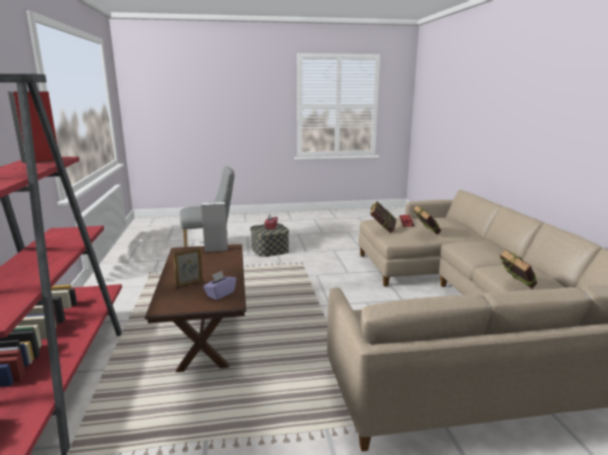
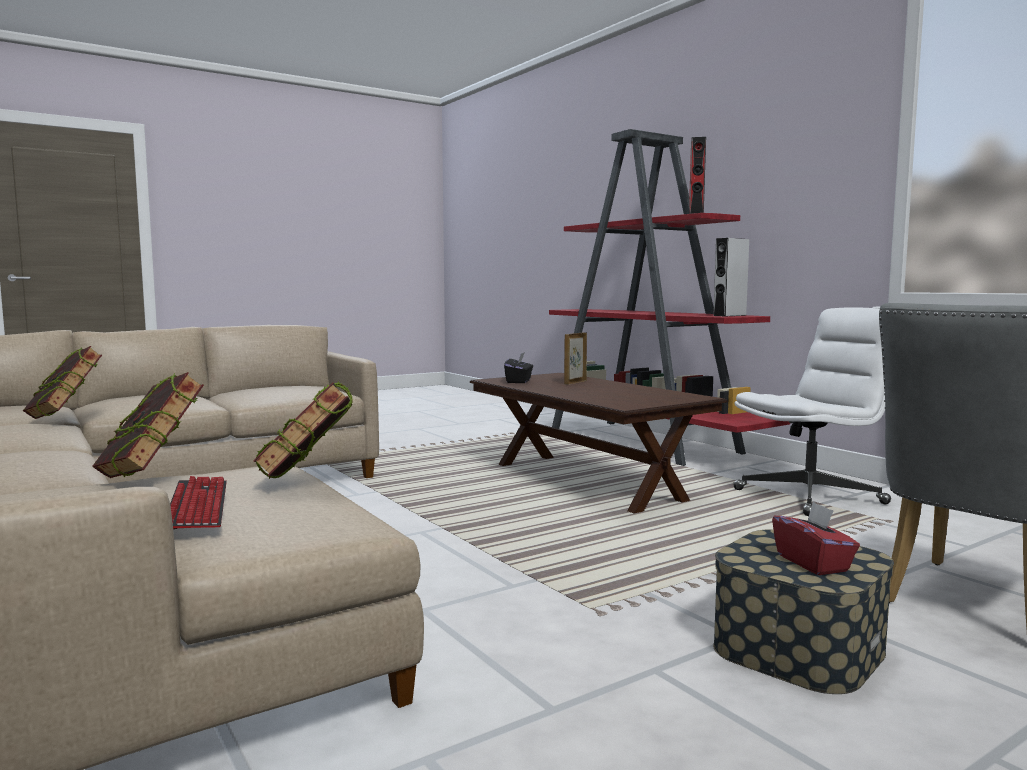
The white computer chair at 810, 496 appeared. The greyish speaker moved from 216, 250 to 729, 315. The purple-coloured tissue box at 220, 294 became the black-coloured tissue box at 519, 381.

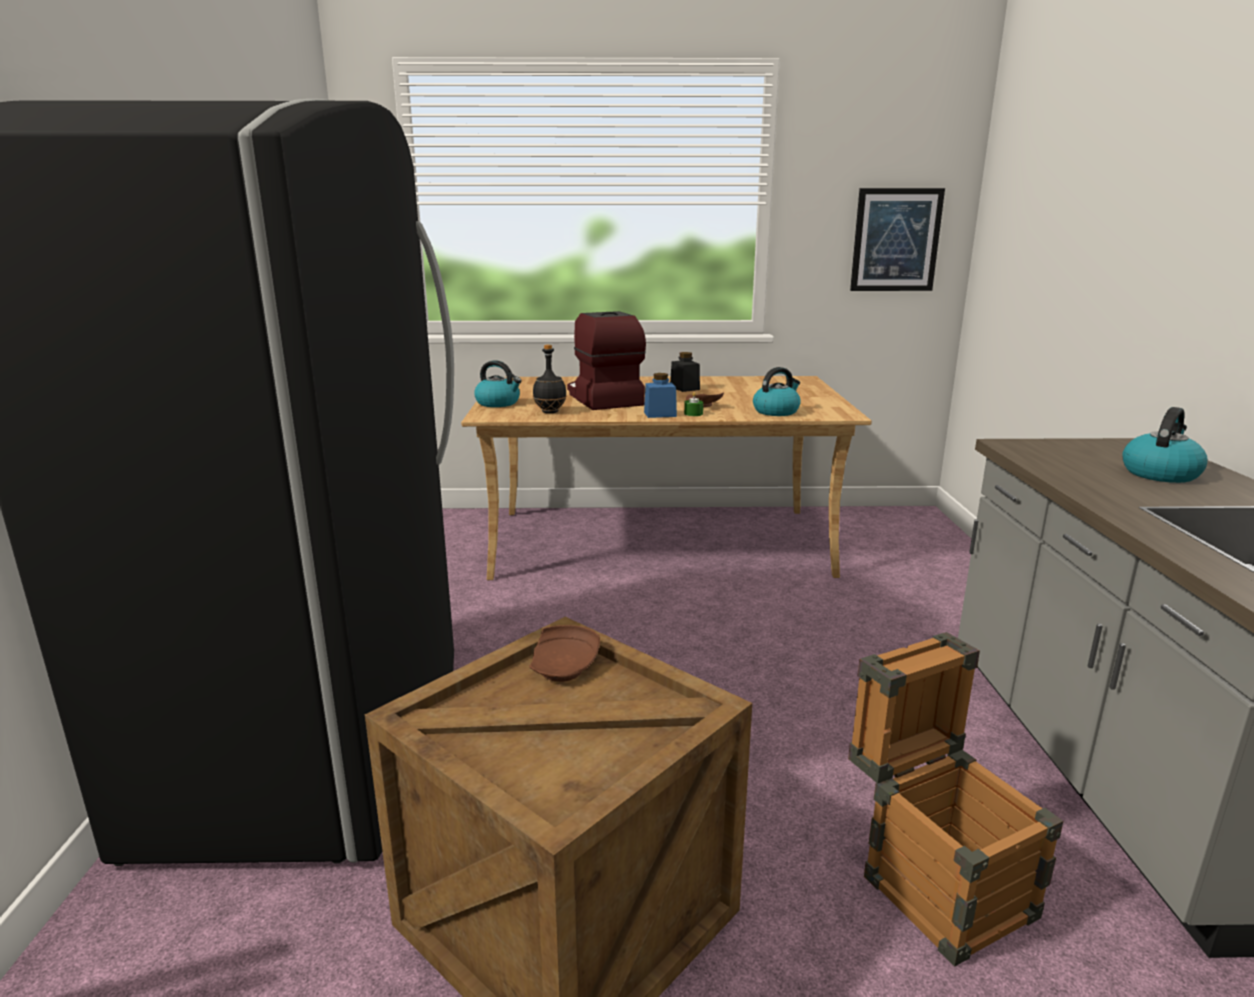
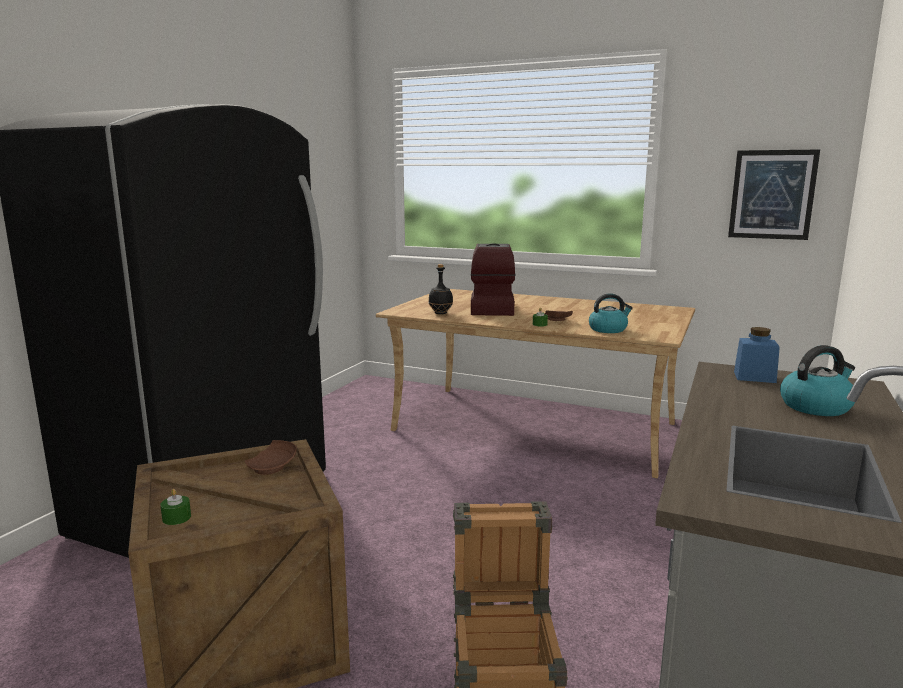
The kettle at 498, 403 disappeared. The black-coloured storage jar at 684, 388 disappeared. The green-coloured wax candle at 176, 518 appeared. The blue storage jar moved from 660, 414 to 754, 377.

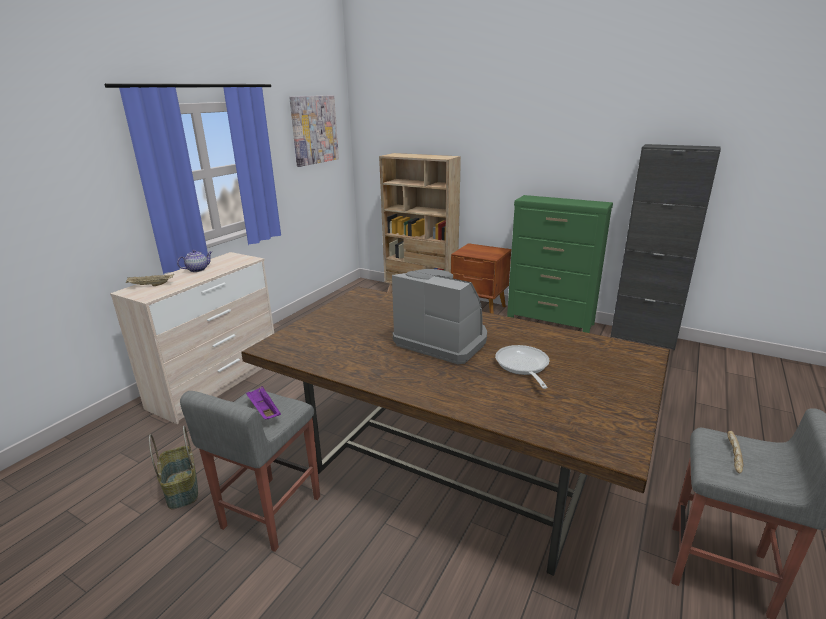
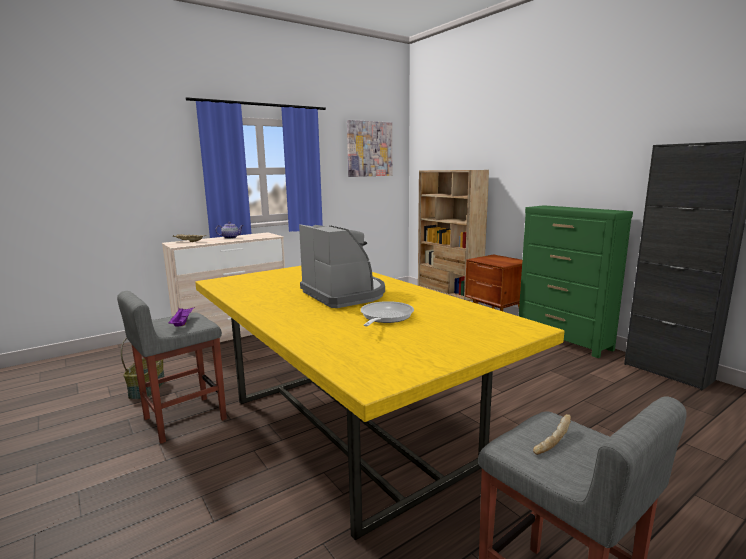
The brown-coloured dining table at 450, 468 became the yellow-coloured dining table at 346, 428.

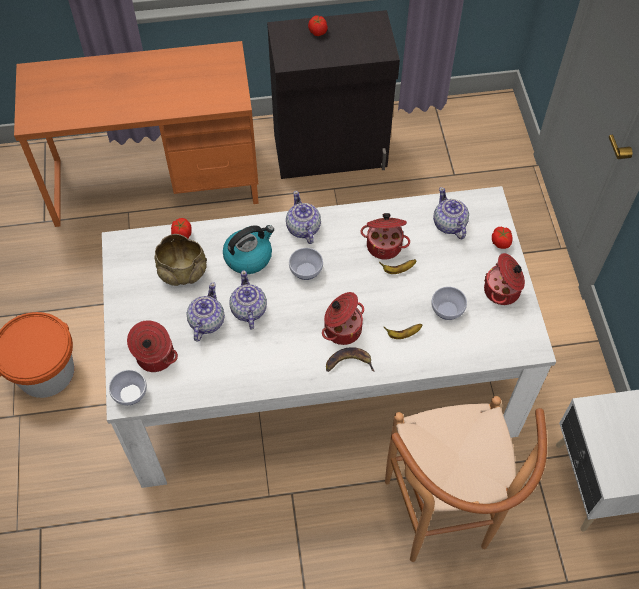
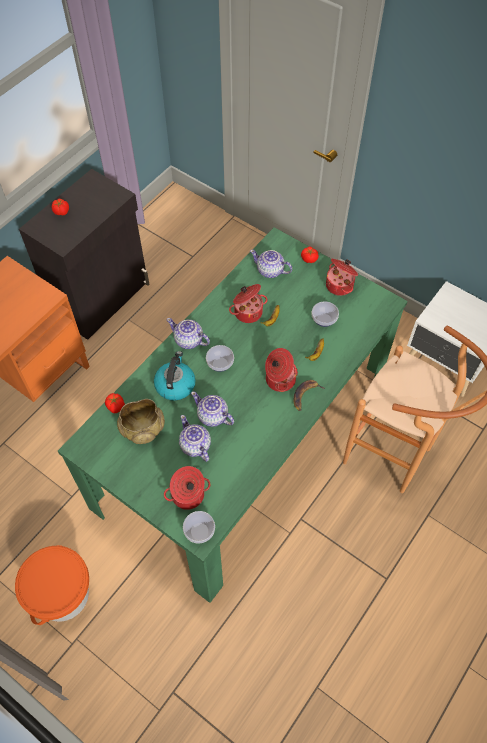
The white dining table at 319, 377 became the green-coloured dining table at 243, 438.

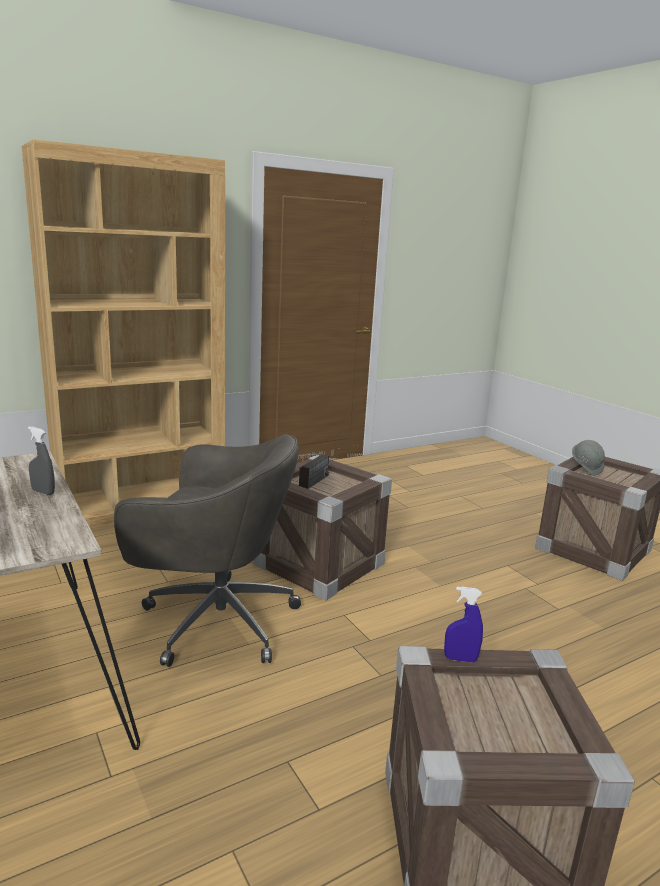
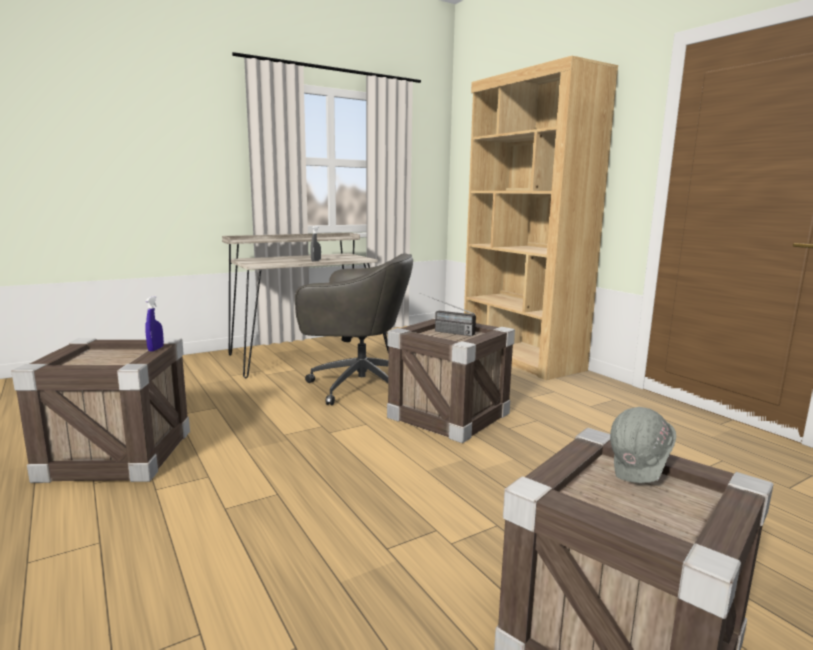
The greyish computer chair at 215, 620 turned 90 degrees counterclockwise.

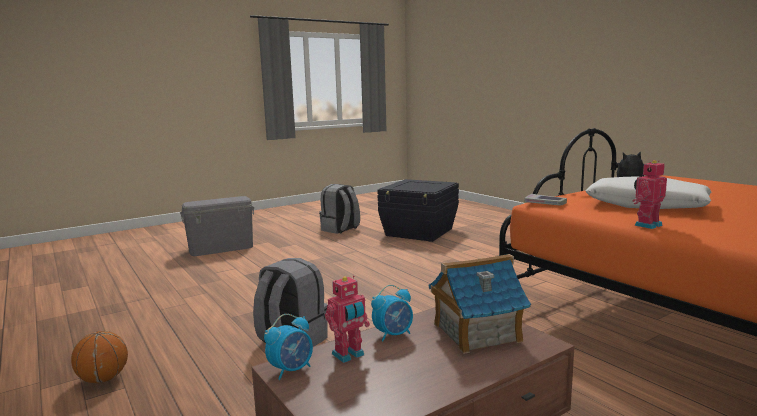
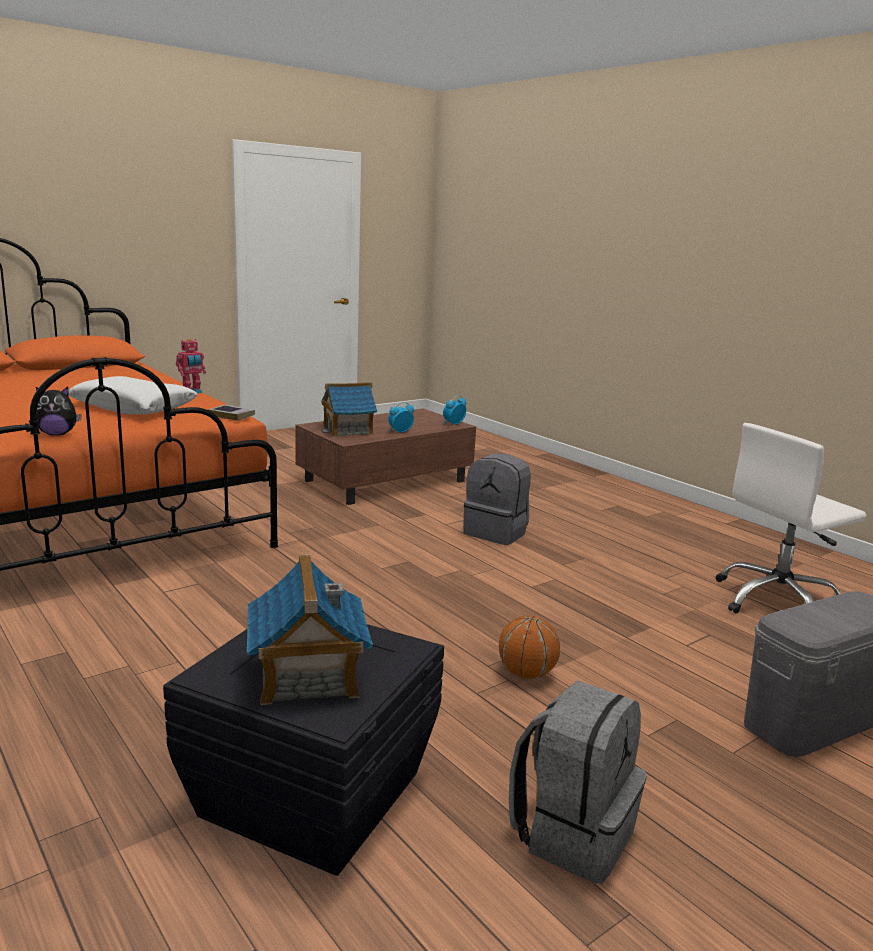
The robot figure at 349, 355 disappeared. The model house at 307, 676 appeared. The white computer chair at 777, 601 appeared. The ball for basketball moved from 103, 379 to 526, 674.

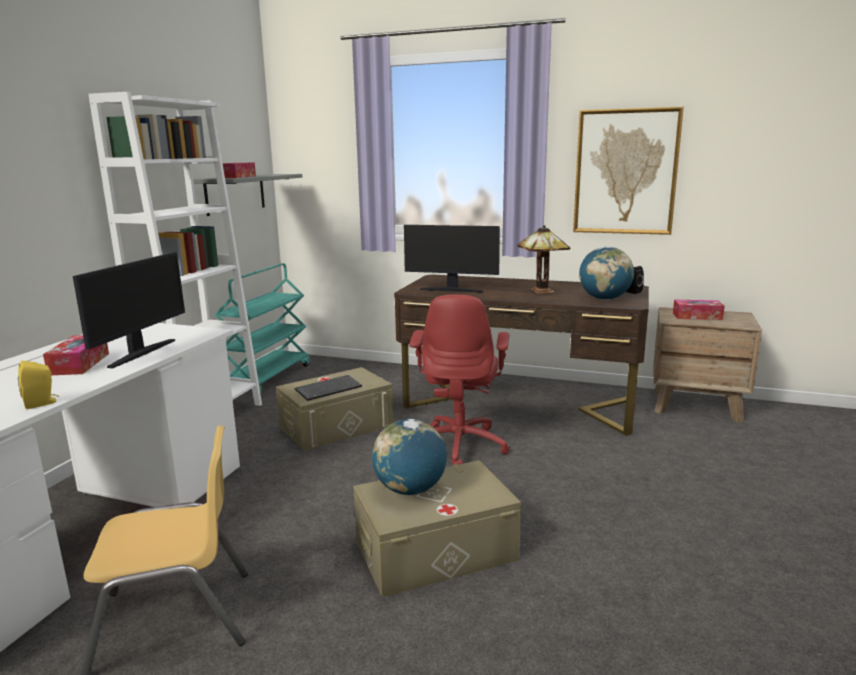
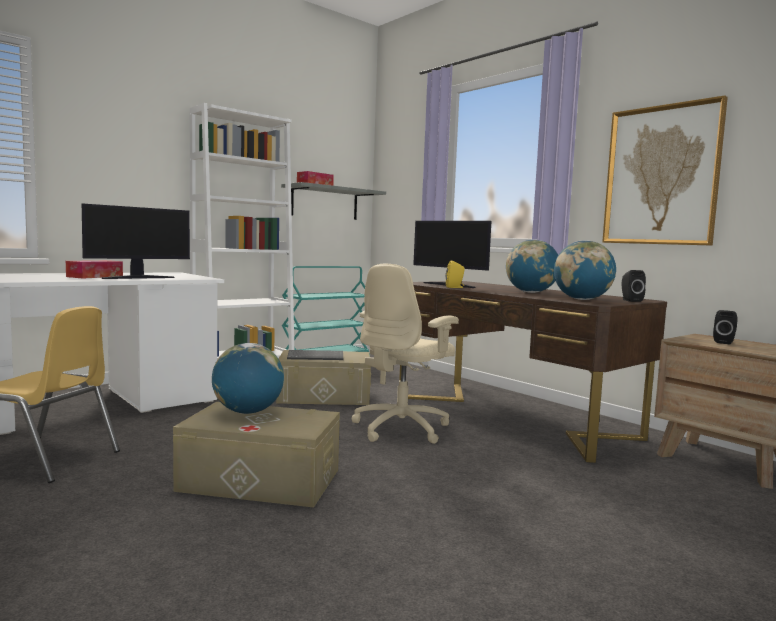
The yellow-coloured speaker moved from 41, 403 to 455, 287. The lamp for a table at 541, 291 was replaced by the globe at 531, 292. The tissue box at 697, 316 was replaced by the black-coloured speaker at 724, 342. The red computer chair at 460, 445 became the beige-coloured computer chair at 402, 428.

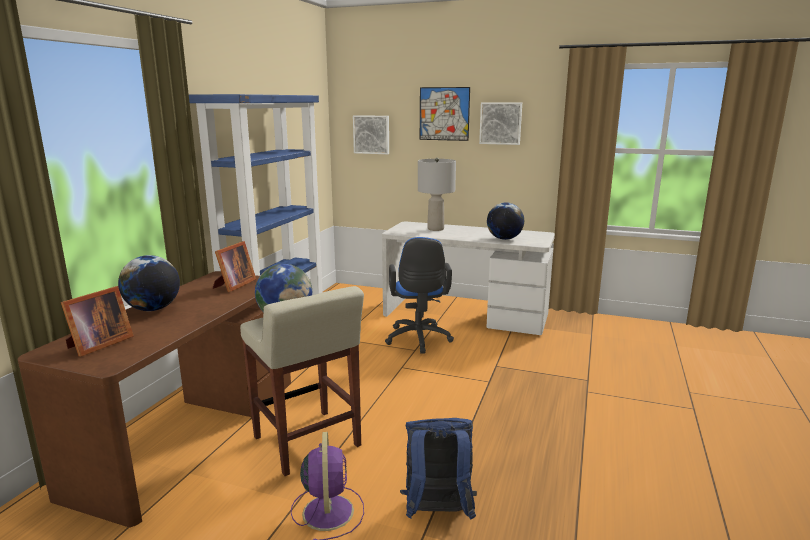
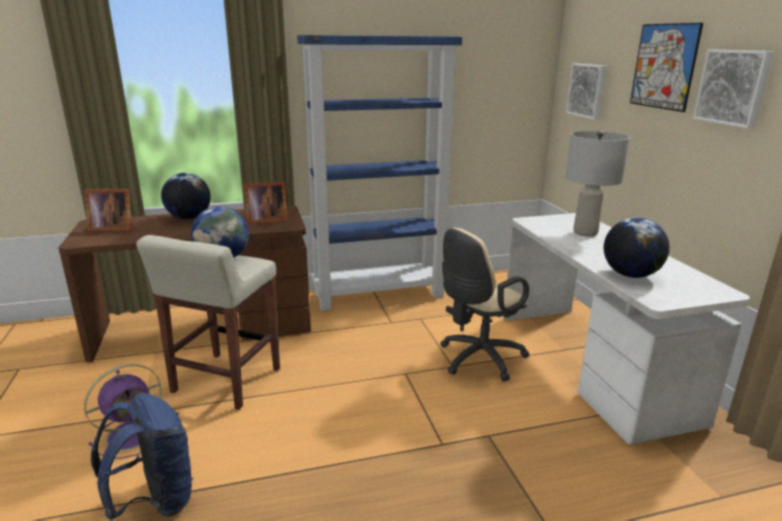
The blue computer chair at 418, 340 became the beige-coloured computer chair at 478, 359.

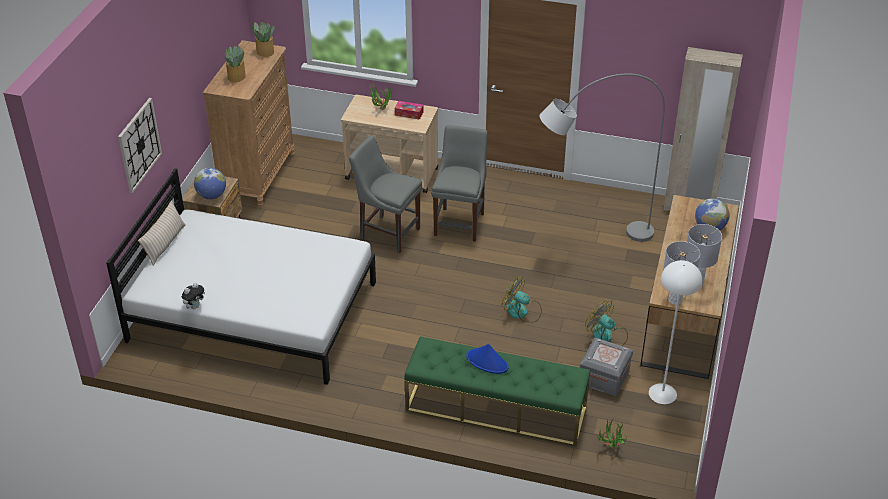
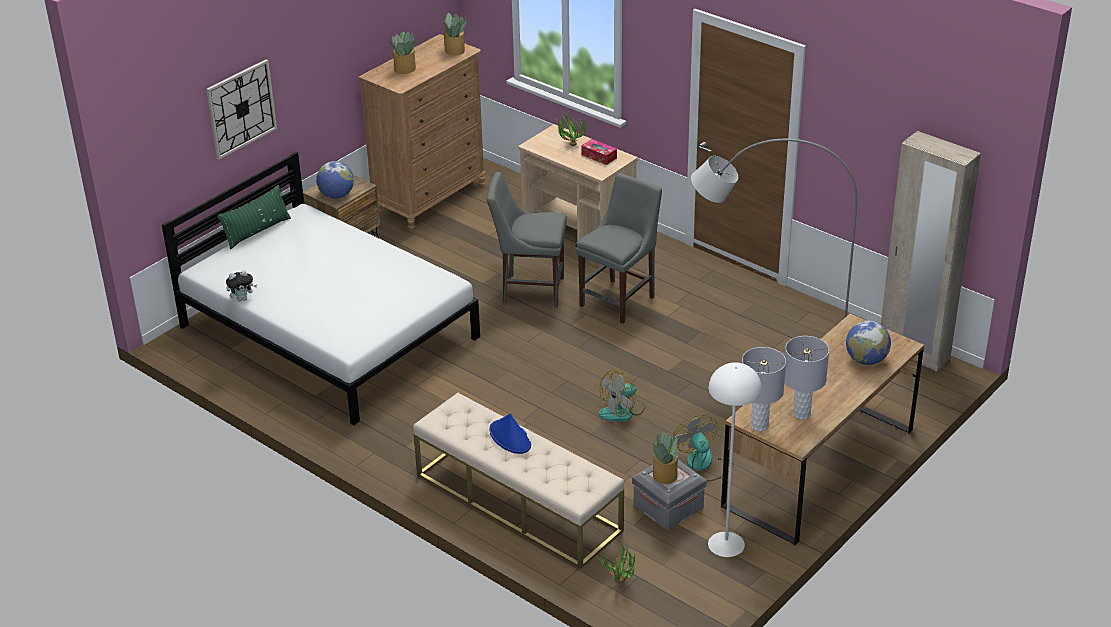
The potted plant at 664, 475 appeared. The beige-coloured pillow at 165, 244 became the green-coloured pillow at 257, 231. The green-coloured bench at 495, 409 became the beige-coloured bench at 517, 503. The greyish plain chair at 387, 233 turned 45 degrees counterclockwise. The fan at 522, 312 turned 90 degrees counterclockwise.

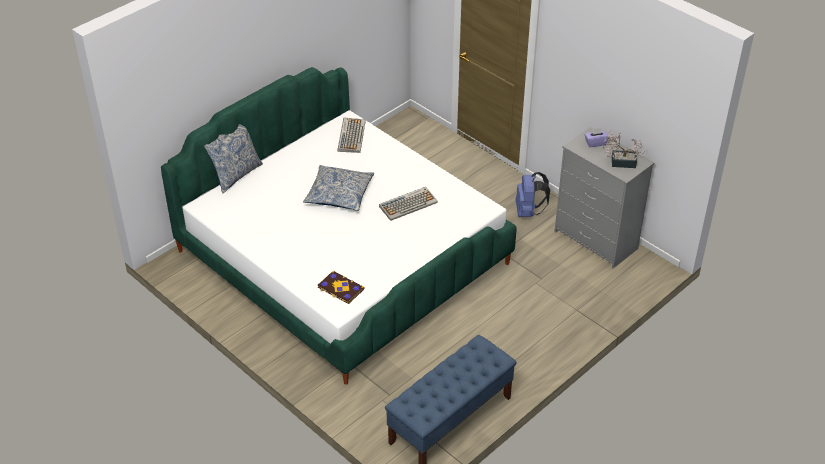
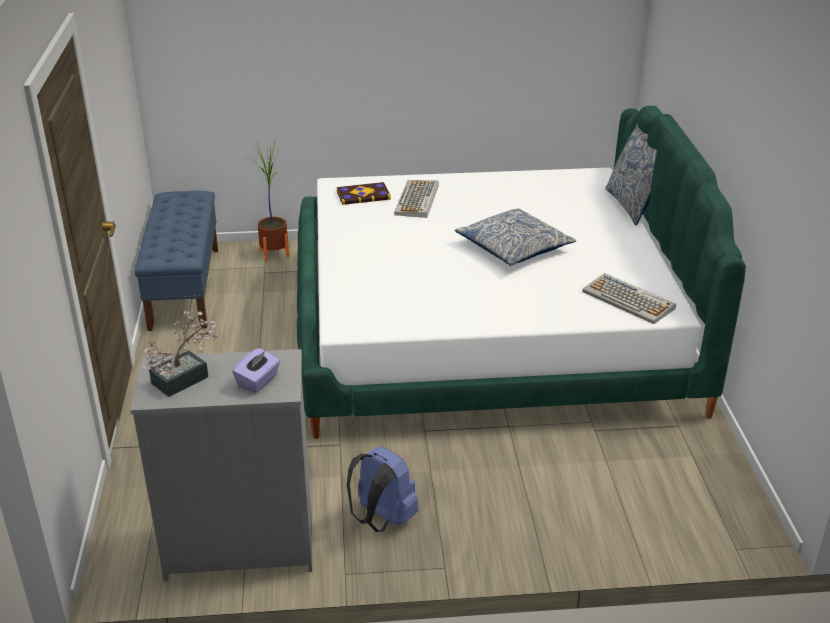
The potted plant at 274, 253 appeared. The keyboard moved from 408, 204 to 417, 200.

